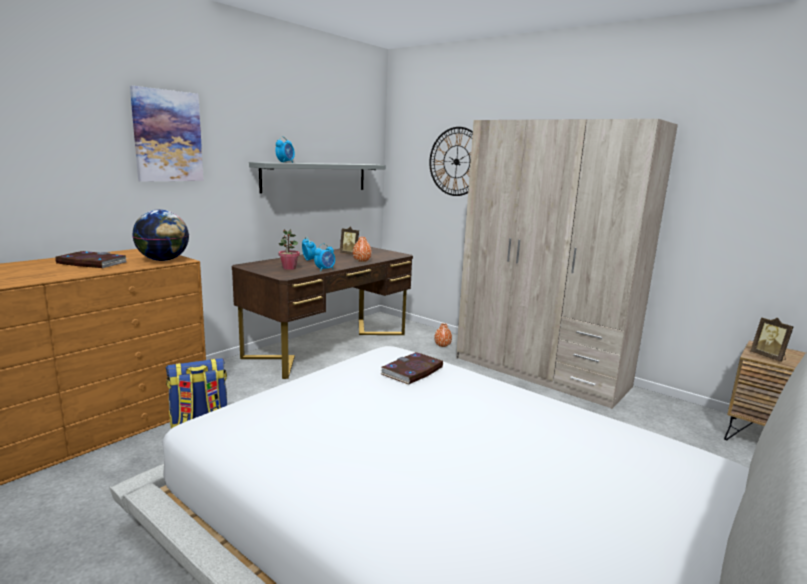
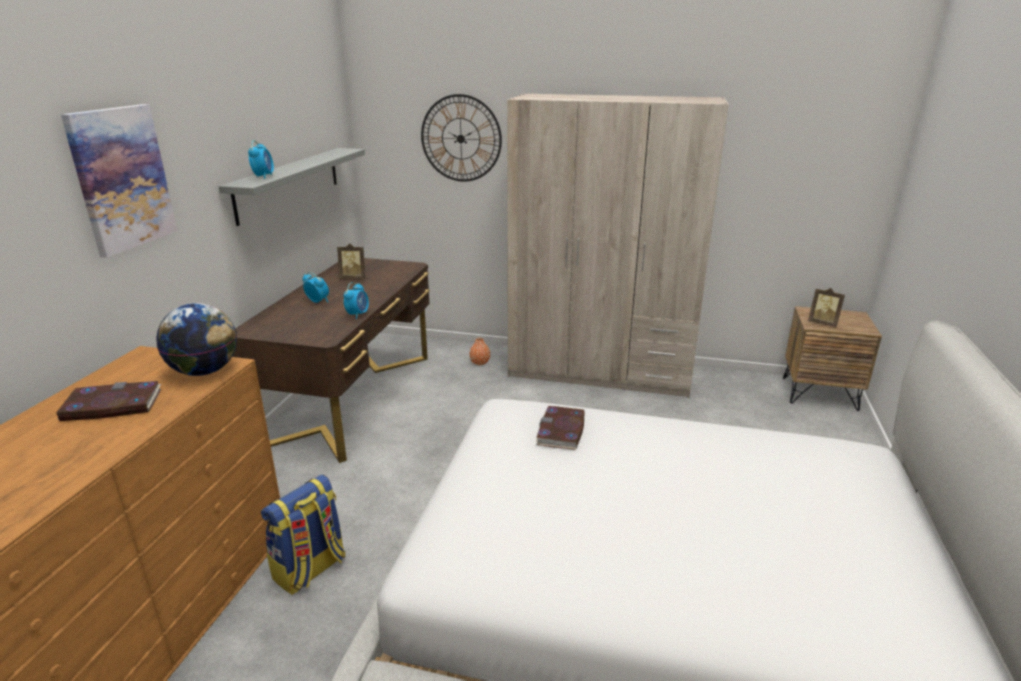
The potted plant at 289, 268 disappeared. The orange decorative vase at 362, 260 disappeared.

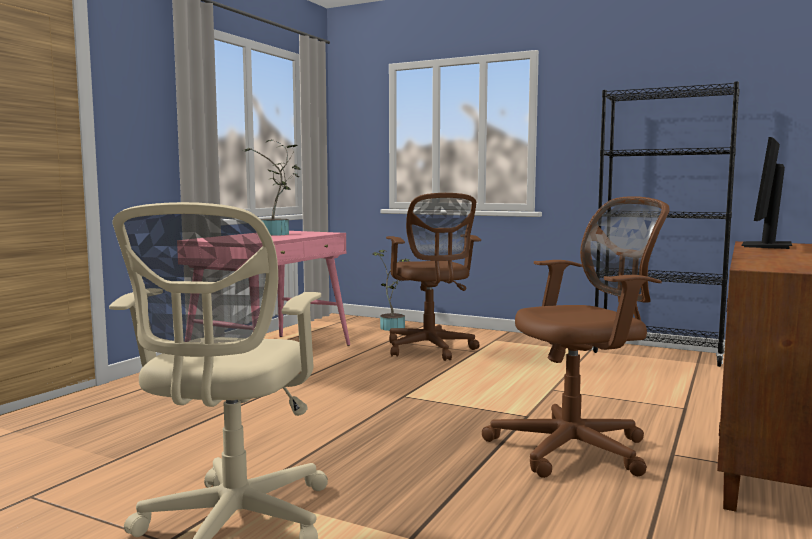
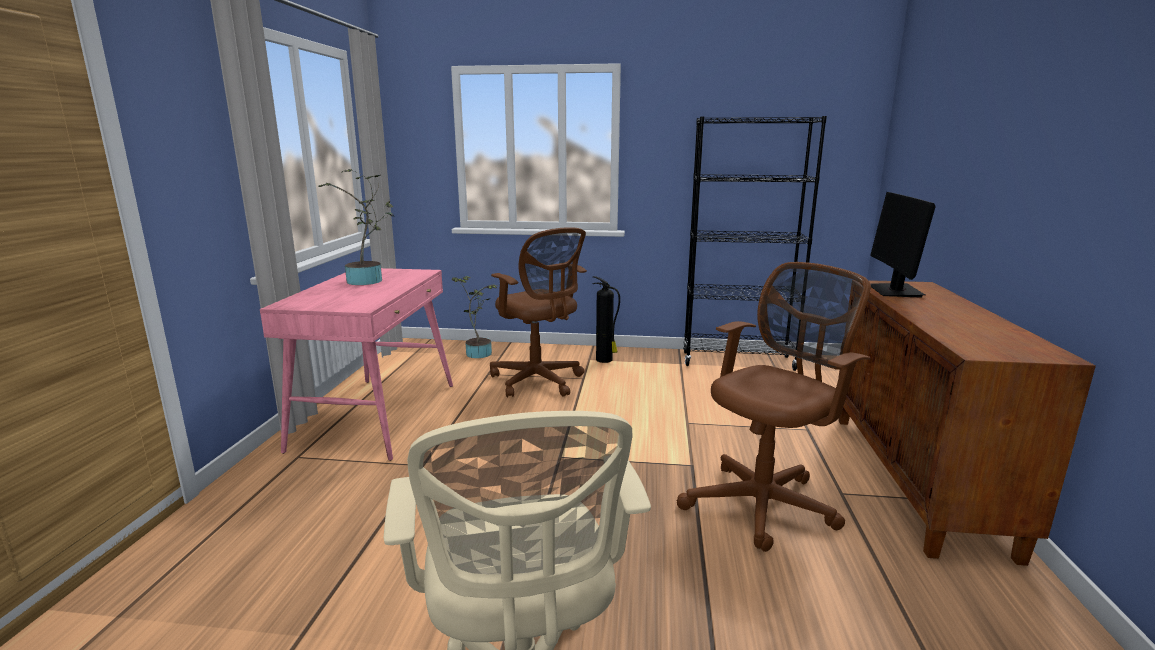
The fire-fighting cylinder at 605, 360 appeared.

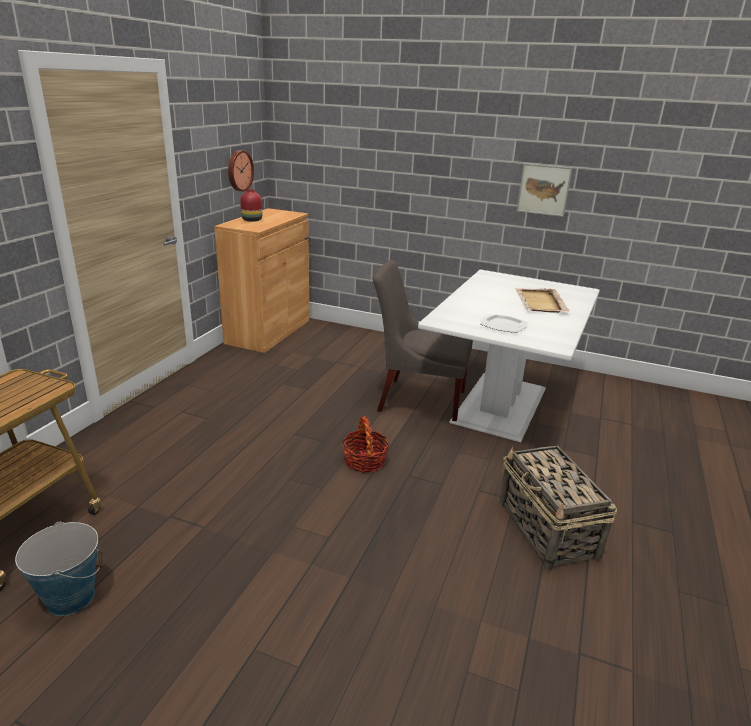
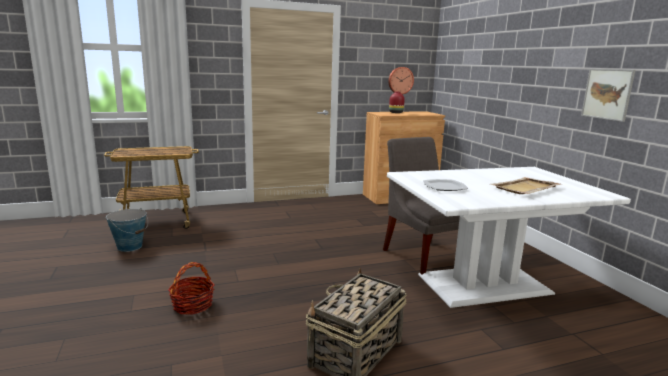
The household basket moved from 364, 461 to 192, 305.

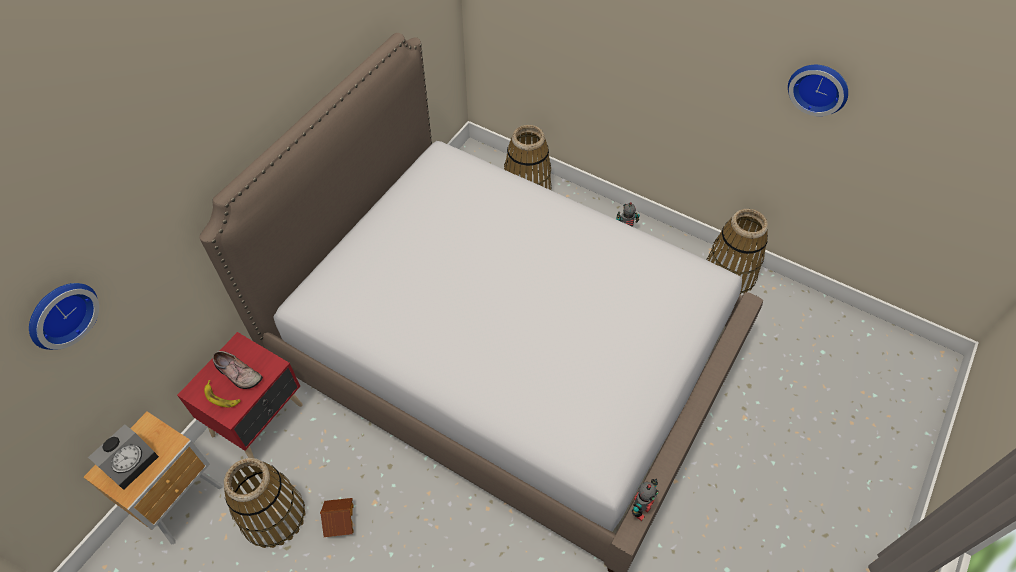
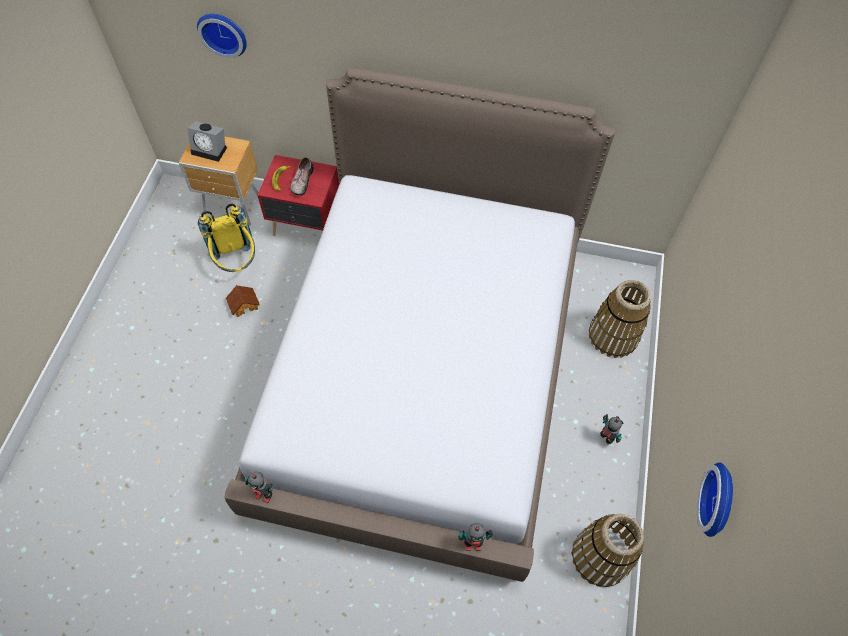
The robot figure at 473, 544 appeared. The household basket at 273, 515 was replaced by the yellow-coloured rucksack at 237, 263.

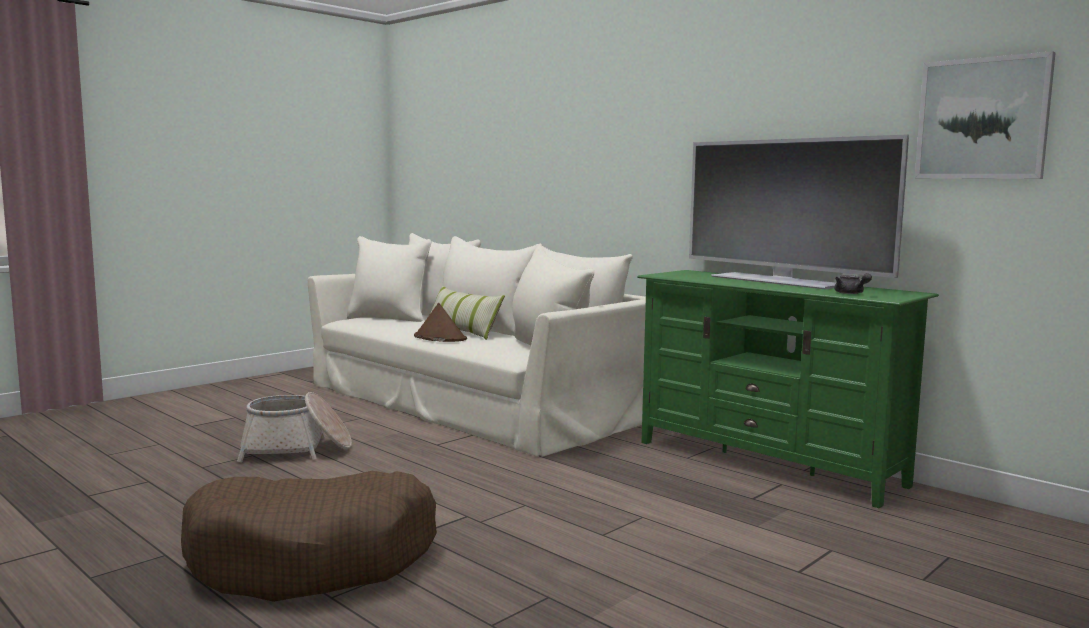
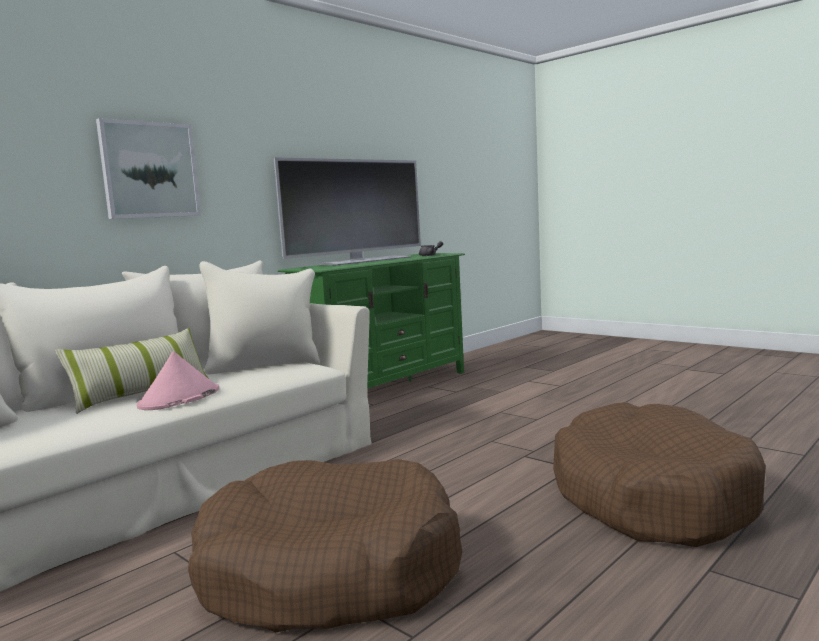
The picture moved from 982, 119 to 149, 170. The household basket at 297, 449 was replaced by the brown-coloured dog cushion at 329, 571. The brown-coloured hat at 439, 338 became the pink hat at 179, 398.

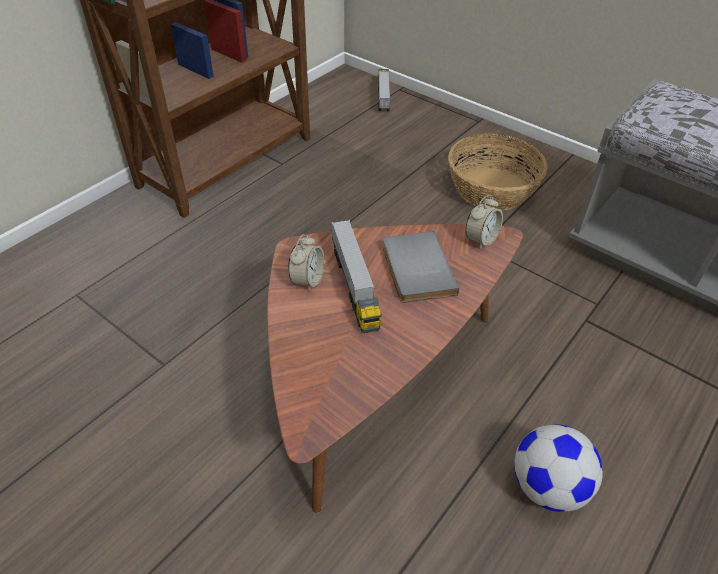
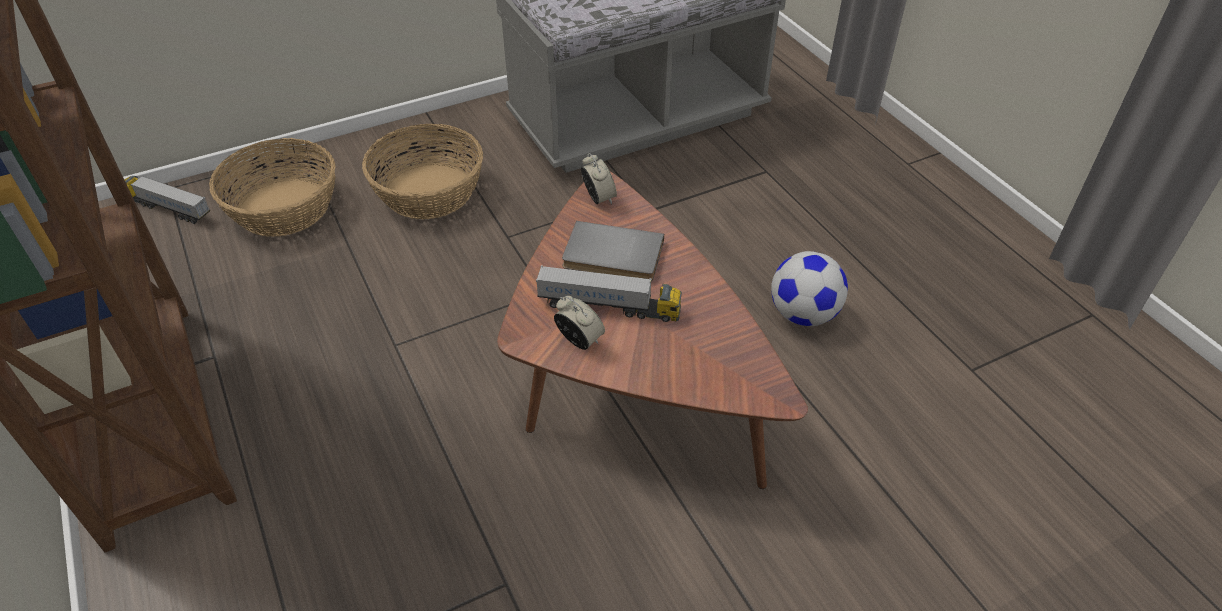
The household basket at 283, 207 appeared.

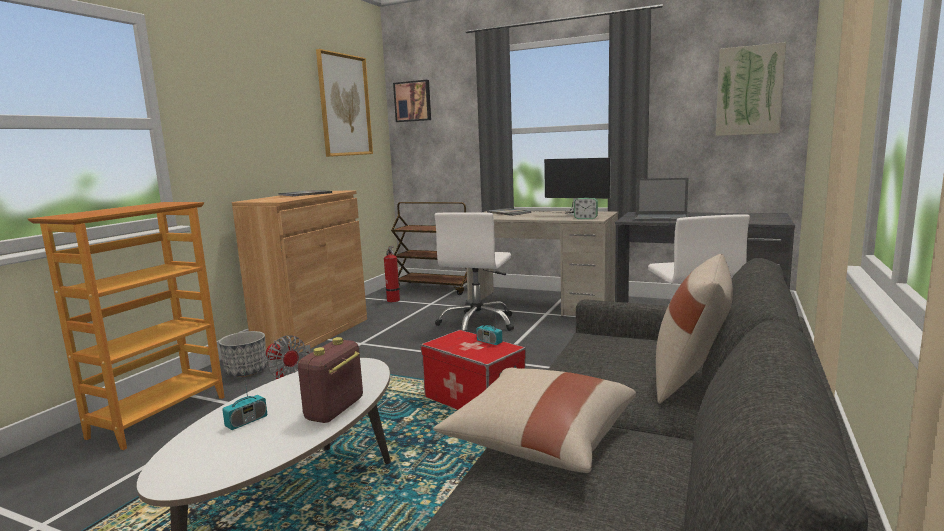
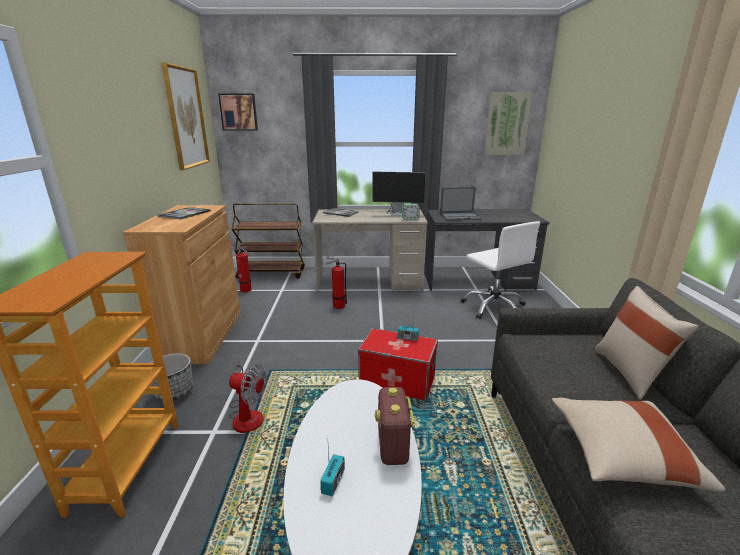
The white computer chair at 477, 323 was replaced by the fire-fighting cylinder at 337, 306.

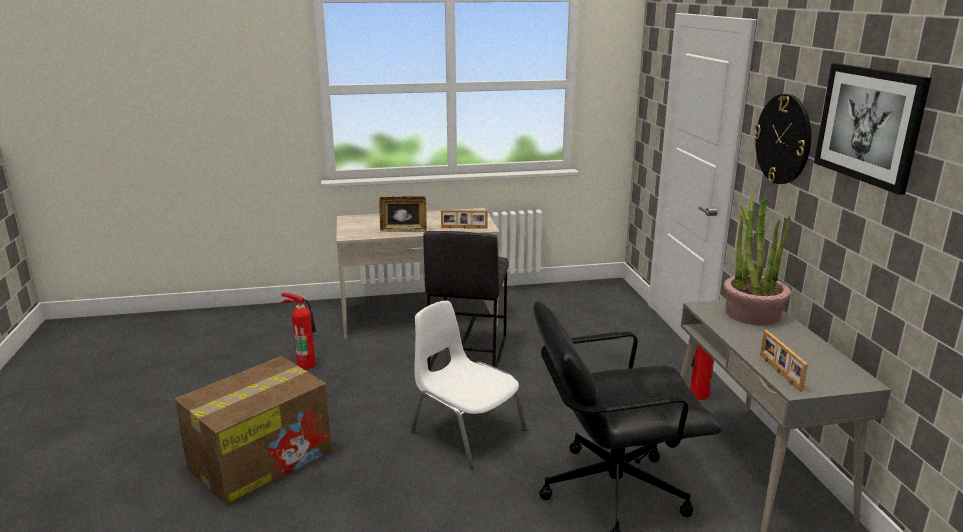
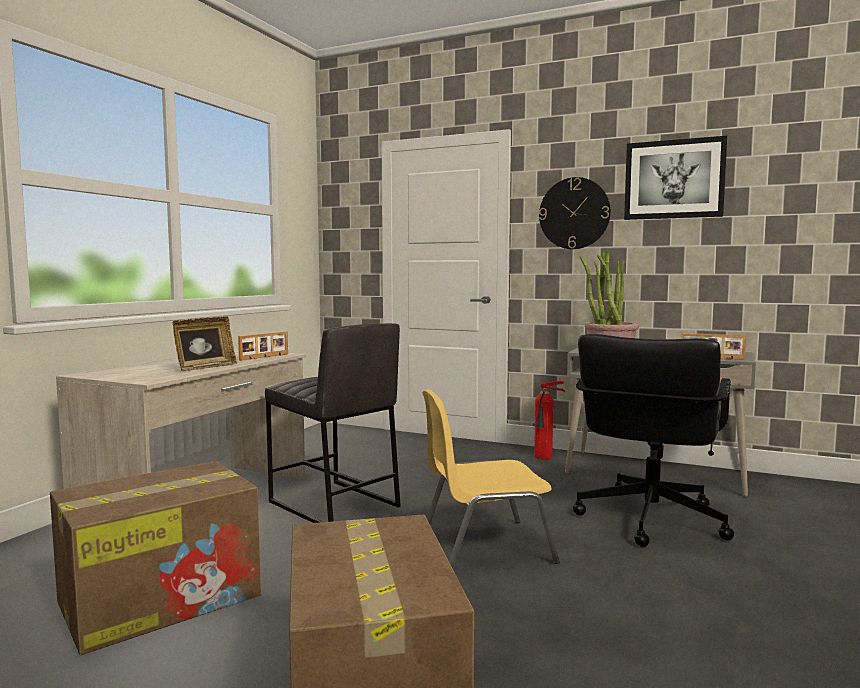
The fire-fighting cylinder at 306, 364 was replaced by the carton at 163, 598. The white plain chair at 466, 430 became the yellow-coloured plain chair at 484, 546.

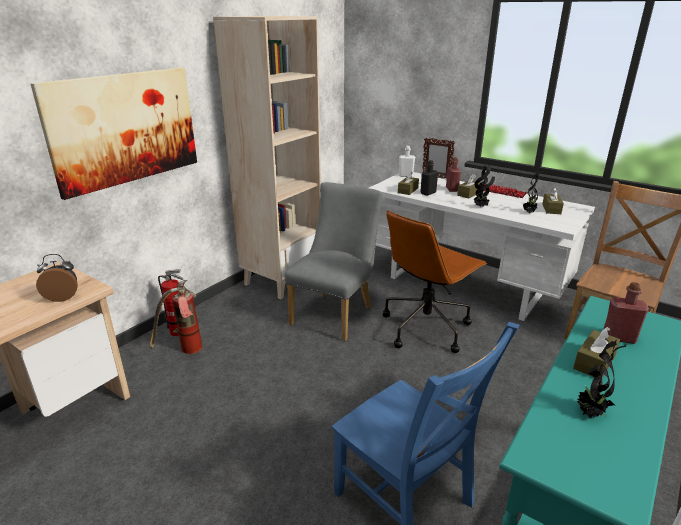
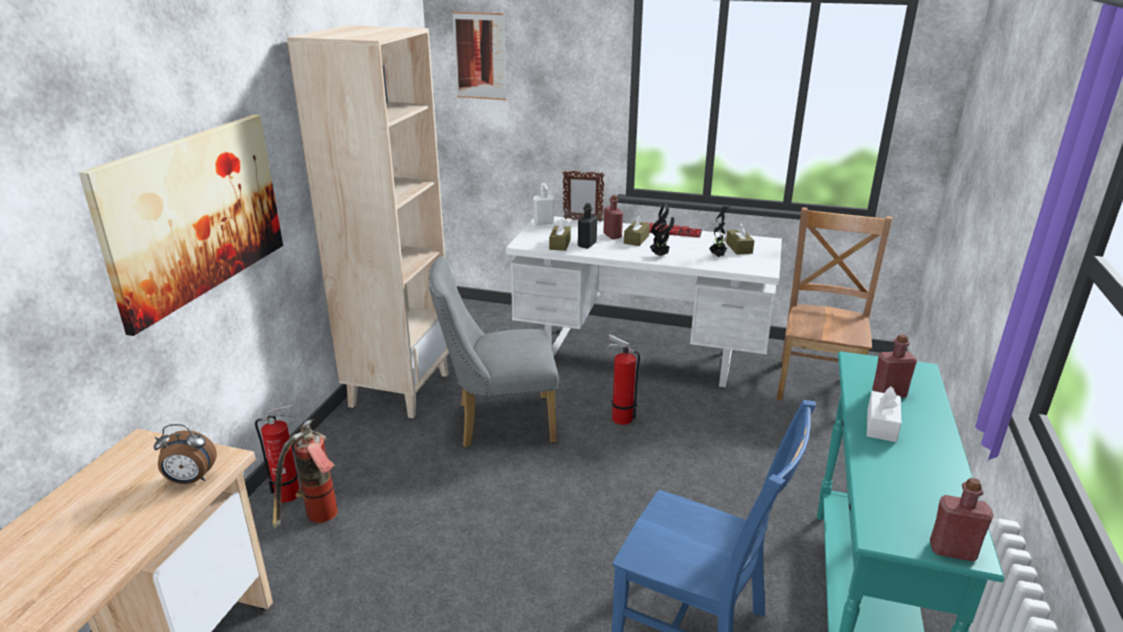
The potted plant at 590, 413 disappeared. The picture at 480, 56 appeared. The red bottle at 952, 551 appeared. The brown-coloured computer chair at 426, 327 was replaced by the fire-fighting cylinder at 619, 418. The brown-coloured tissue box at 594, 362 became the white tissue box at 881, 425. The alarm clock at 63, 297 turned 150 degrees counterclockwise. The greyish plain chair at 335, 313 turned 105 degrees counterclockwise.

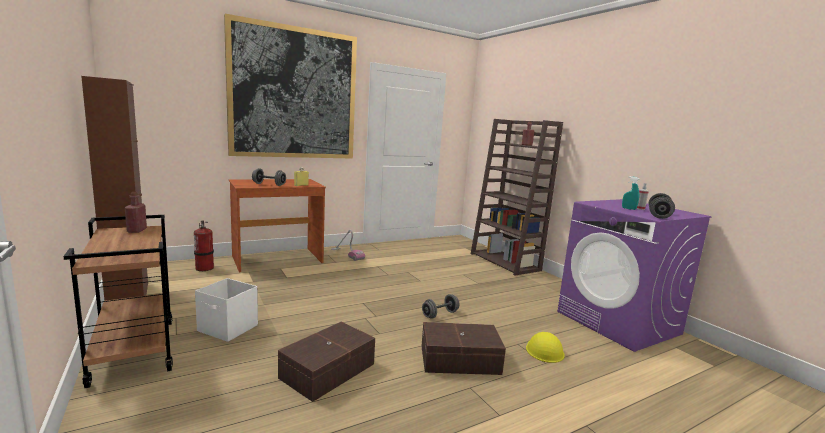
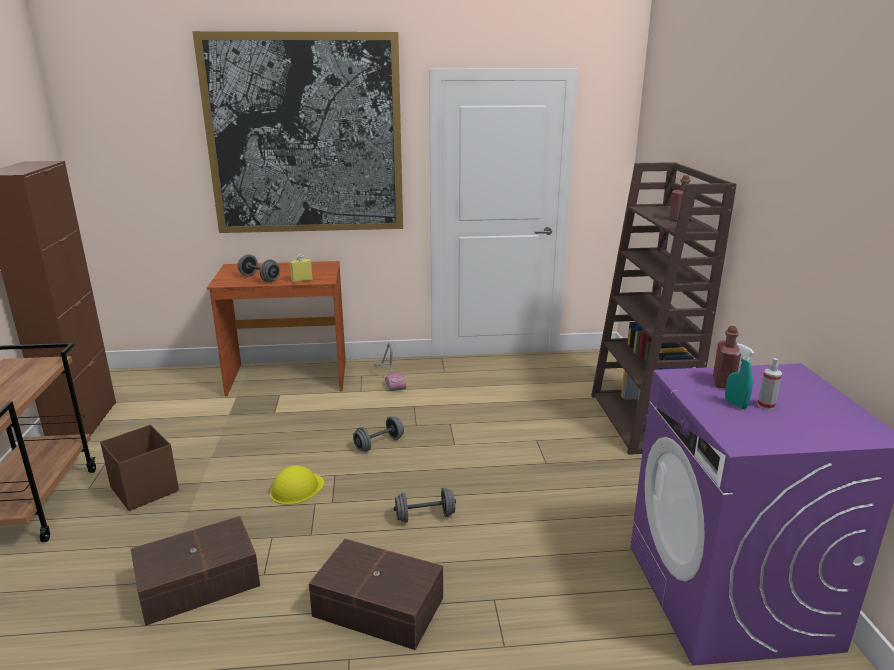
The fire-fighting cylinder at 205, 268 disappeared. The red bottle moved from 137, 230 to 723, 383. The yellow-coloured hard hat moved from 544, 350 to 296, 488. The greyish dumbbell moved from 659, 215 to 379, 444. The white storage bin at 228, 328 became the brown-coloured storage bin at 144, 490.

